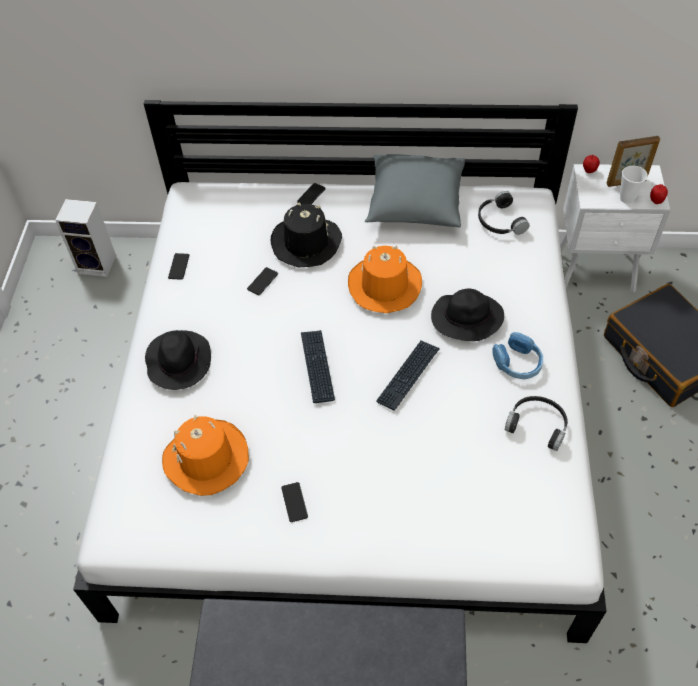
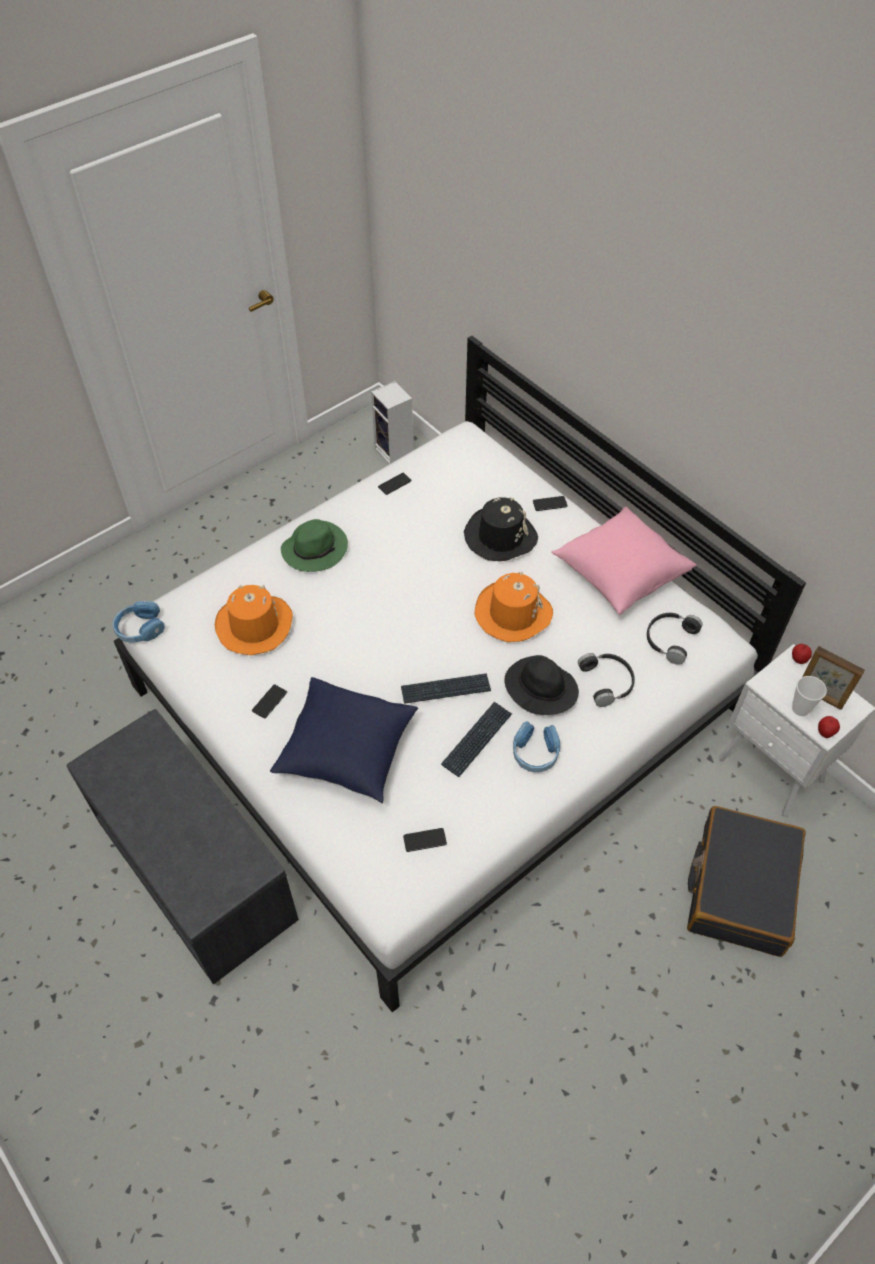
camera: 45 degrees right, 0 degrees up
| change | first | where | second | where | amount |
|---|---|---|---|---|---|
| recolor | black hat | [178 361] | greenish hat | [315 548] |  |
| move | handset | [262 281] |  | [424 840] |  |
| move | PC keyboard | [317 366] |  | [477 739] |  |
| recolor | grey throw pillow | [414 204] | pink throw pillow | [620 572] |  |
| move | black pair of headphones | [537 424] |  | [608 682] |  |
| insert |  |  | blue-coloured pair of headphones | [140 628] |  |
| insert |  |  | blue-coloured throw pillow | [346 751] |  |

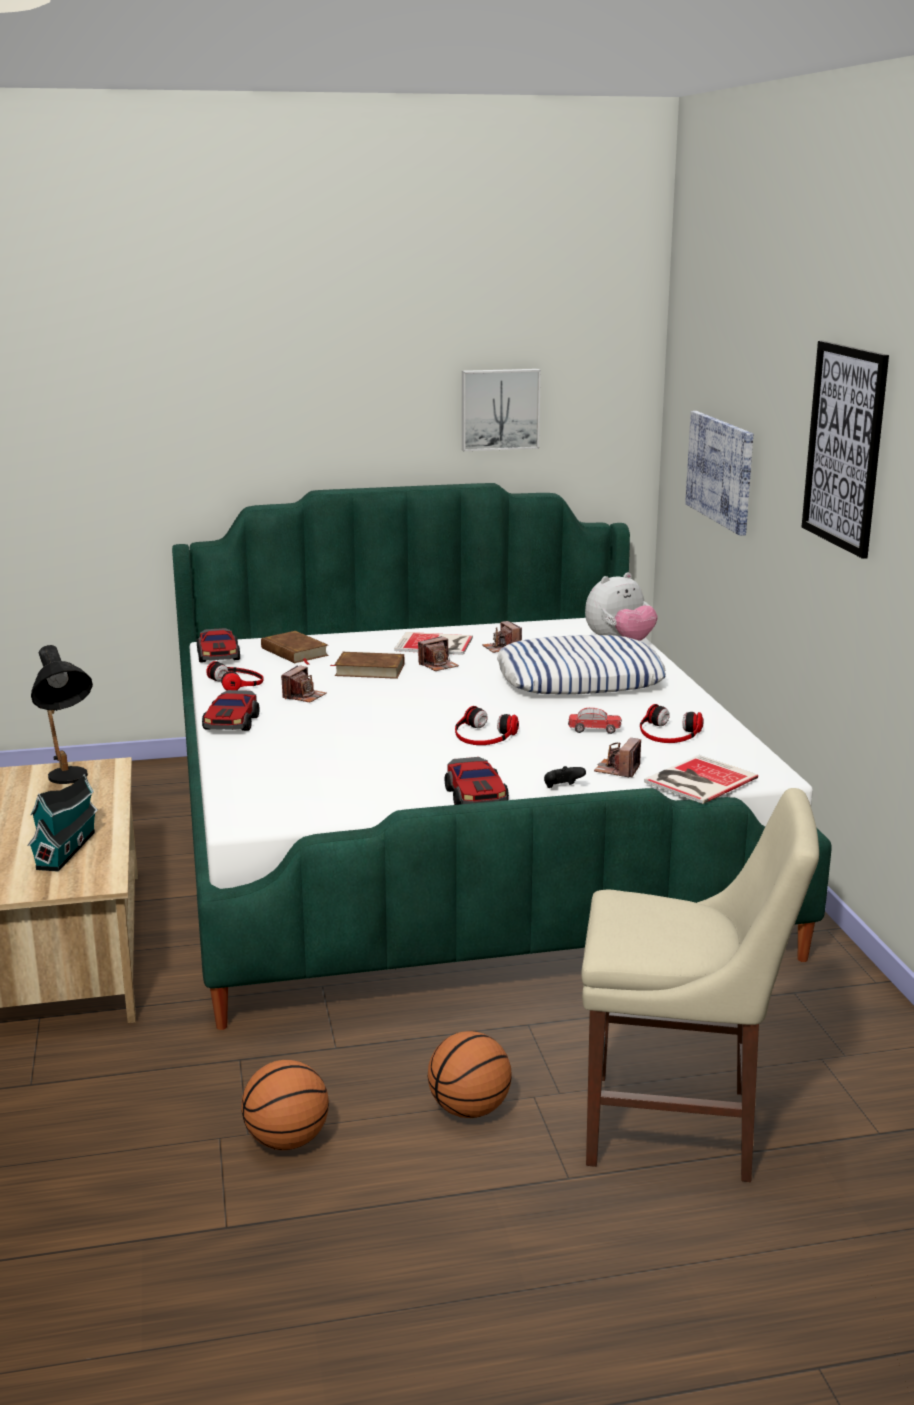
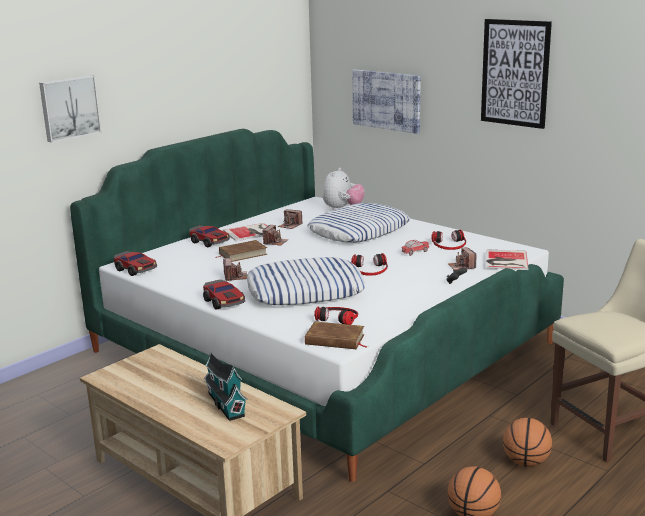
camera: 35 degrees left, 0 degrees up
| change | first | where | second | where | amount |
|---|---|---|---|---|---|
| delete | black table lamp | [69 782] |  |  |  |
| move | pair of headphones | [238 682] |  | [338 318] |  |
| move | brown-coloured volume | [294 652] |  | [335 340] |  |
| move | toy car | [476 796] |  | [209 241] |  |
| move | wall art | [499 409] |  | [69 108] |  |
| insert |  |  | throw pillow | [305 290] |  |

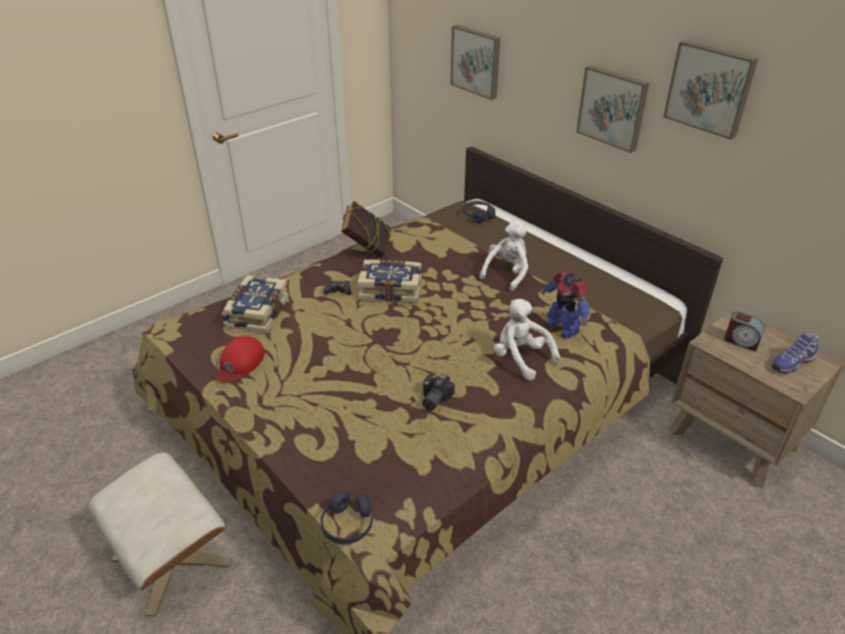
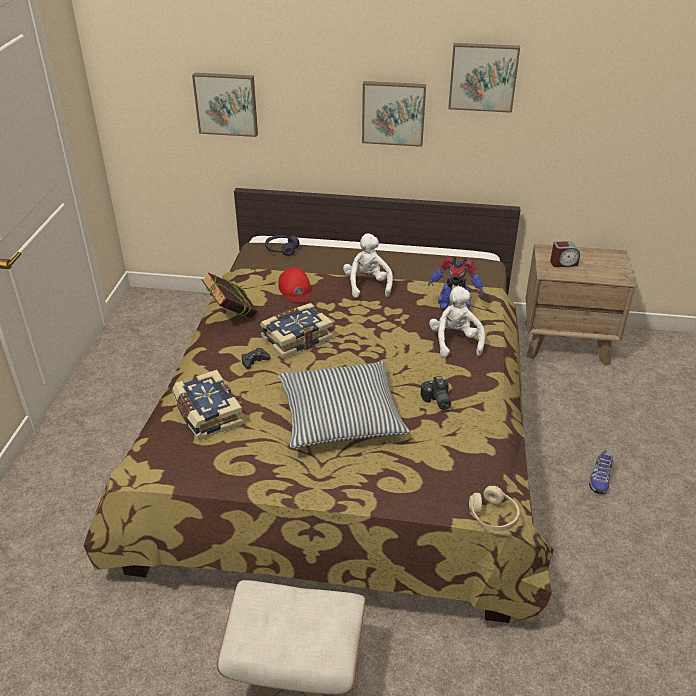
camera: 40 degrees left, 0 degrees up
| change | first | where | second | where | amount |
|---|---|---|---|---|---|
| move | red baseball cap | [239 363] |  | [295 290] |  |
| recolor | purple-coloured pair of headphones | [348 524] | beige-coloured pair of headphones | [493 516] |  |
| rotate | white-coloured plush toy | [521 358] |  | [455 341] | 75 degrees clockwise |
| move | low shoe | [791 362] |  | [599 478] |  |
| insert |  |  | throw pillow | [340 415] |  |

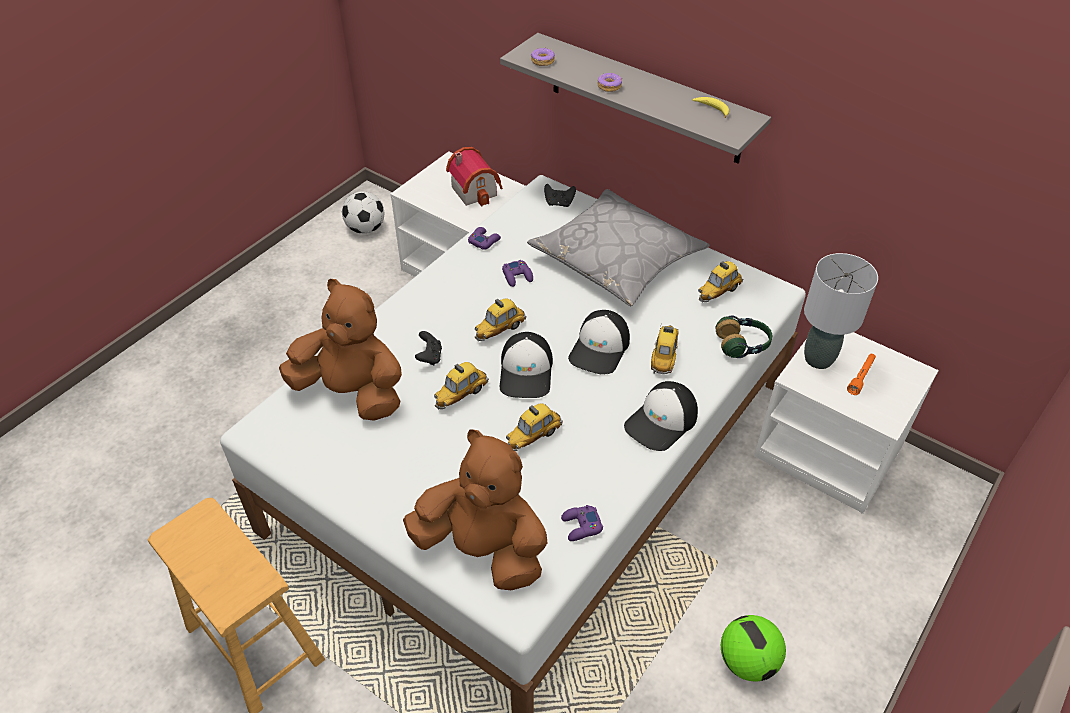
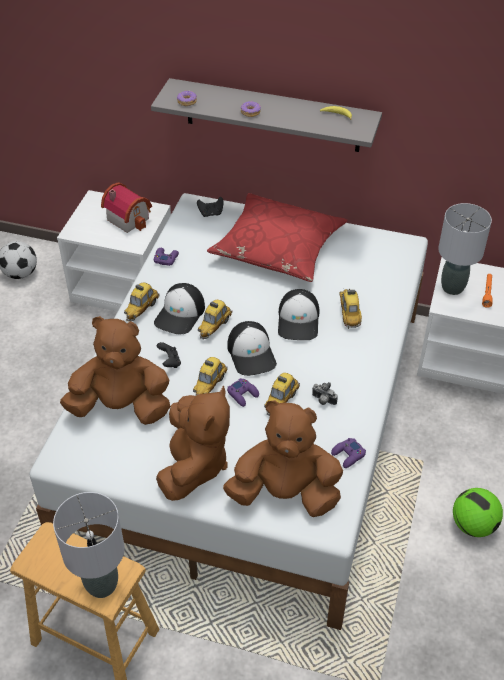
camera: 20 degrees left, 0 degrees up
| change | first | where | second | where | amount |
|---|---|---|---|---|---|
| move | purple-coloured game controller | [517 276] |  | [243 394] |  |
| recolor | grey throw pillow | [617 259] | red throw pillow | [278 247] |  |
| move | baseball cap | [662 421] |  | [180 314] |  |
| move | toy car | [718 292] |  | [142 309] |  |
| delete | pair of headphones | [742 345] |  |  |  |
| insert |  |  | grey table lamp | [101 584] |  |
| insert |  |  | brown-coloured plush toy | [194 465] |  |
| insert |  |  | still camera | [323 401] |  |

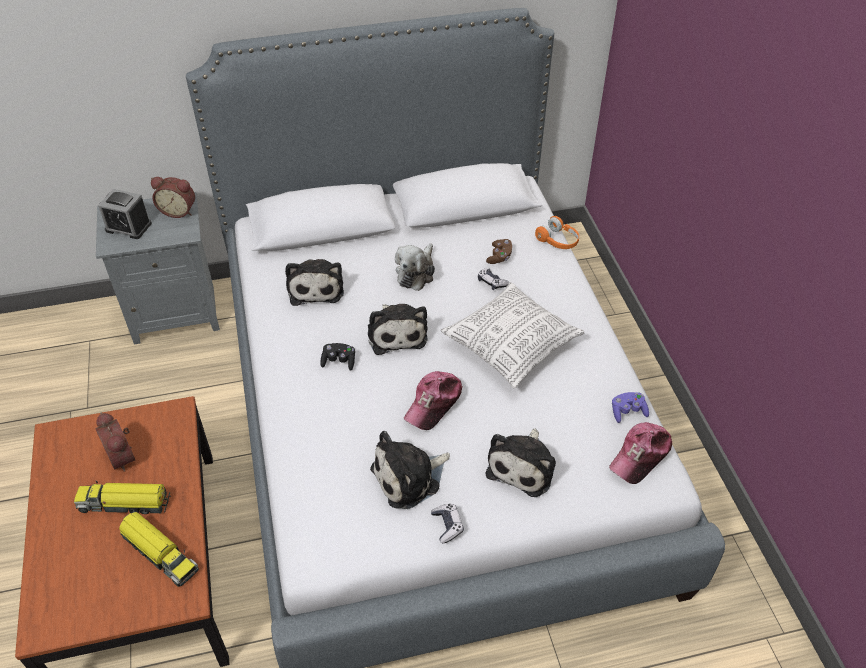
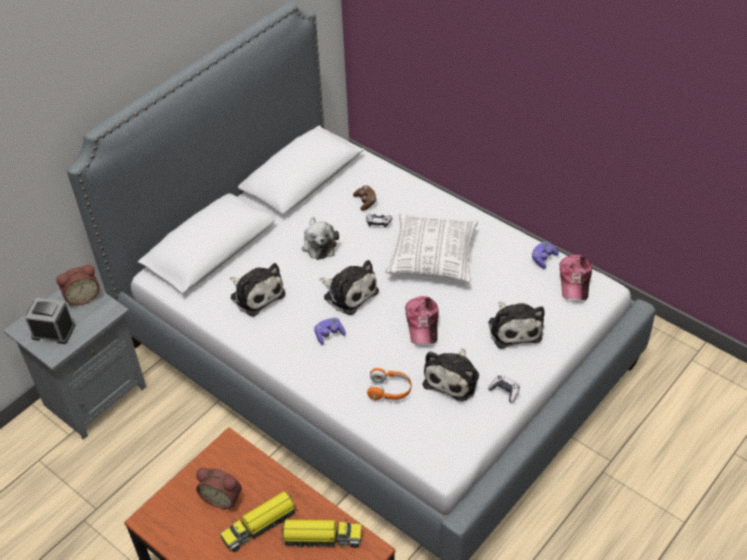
camera: 35 degrees left, 0 degrees up
| change | first | where | second | where | amount |
|---|---|---|---|---|---|
| rotate | alarm clock | [128 227] |  | [53 331] | 150 degrees counterclockwise |
| recolor | black game controller | [339 361] | purple-coloured game controller | [329 335] |  |
| move | orangey pair of headphones | [558 241] |  | [389 390] |  |

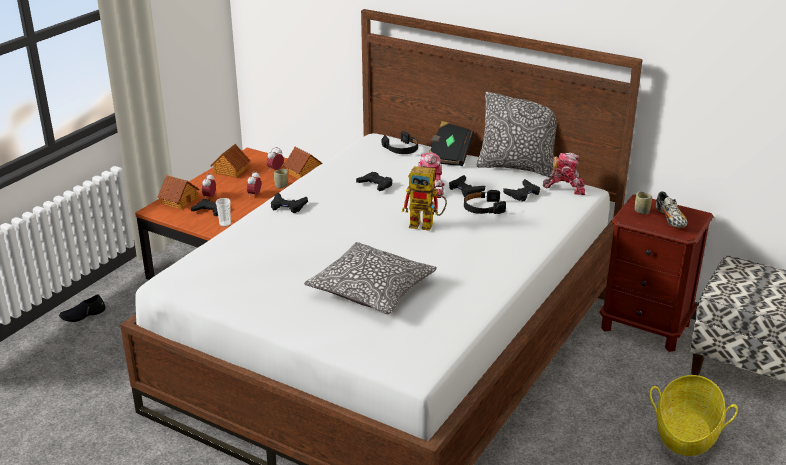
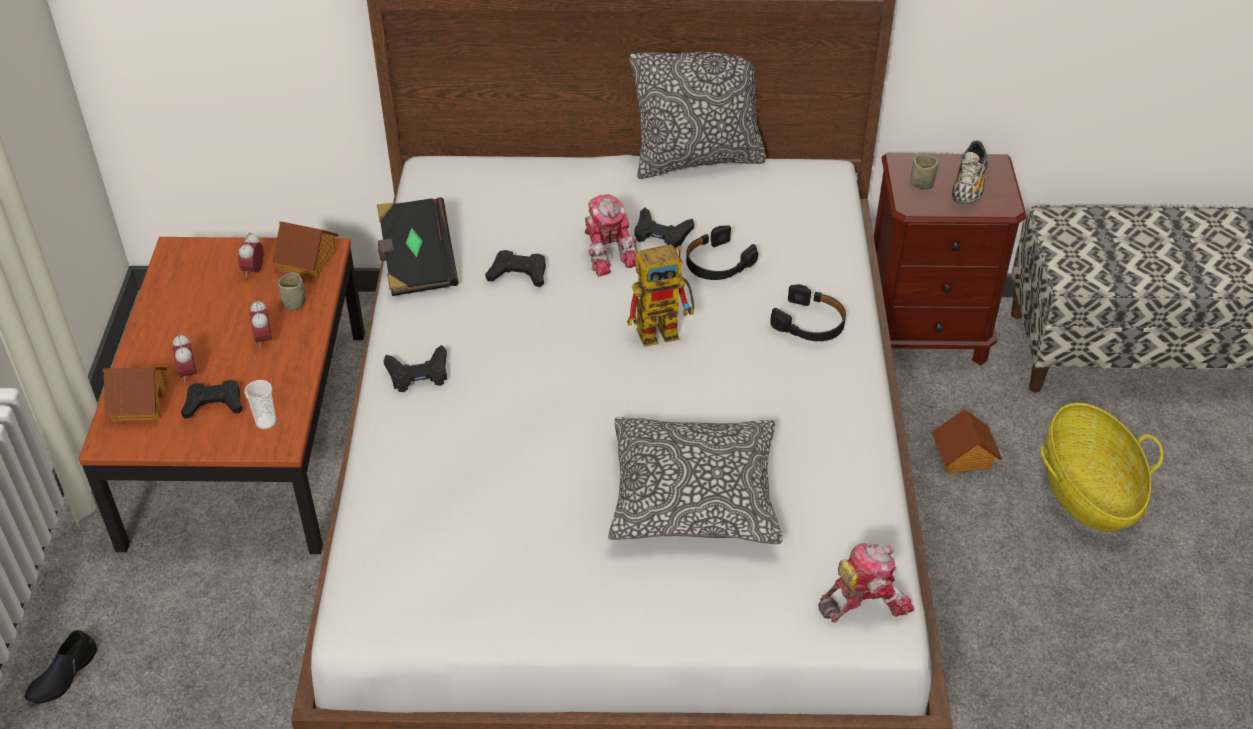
camera: 30 degrees left, 15 degrees up
| change | first | where | second | where | amount |
|---|---|---|---|---|---|
| move | model house | [230 171] |  | [963 456] |  |
| move | black pair of headphones | [401 149] |  | [810 323] |  |
| move | black volume | [450 154] |  | [417 263] |  |
| delete | black game controller | [522 194] |  |  |  |
| move | robot figure | [565 187] |  | [864 600] |  |
| rotate | low shoe | [670 220] |  | [968 187] | 60 degrees clockwise |

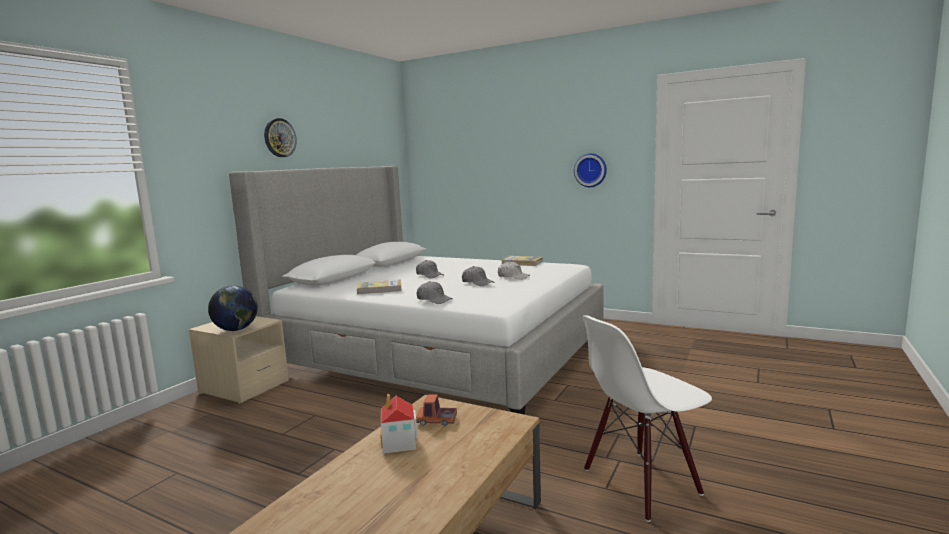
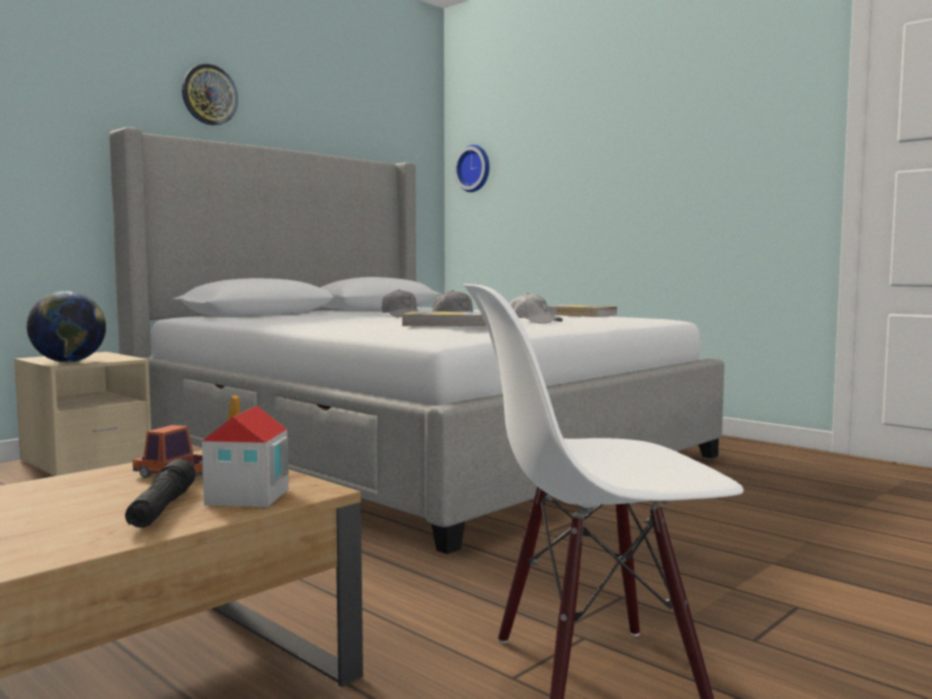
camera: 15 degrees right, 5 degrees down
| change | first | where | second | where | amount |
|---|---|---|---|---|---|
| move | volume | [379 289] |  | [447 324] |  |
| move | model house | [399 443] |  | [247 497] |  |
| delete | grey baseball cap | [434 300] |  |  |  |
| move | wall clock | [590 170] |  | [475 169] |  |
| insert |  |  | black torch | [162 509] |  |

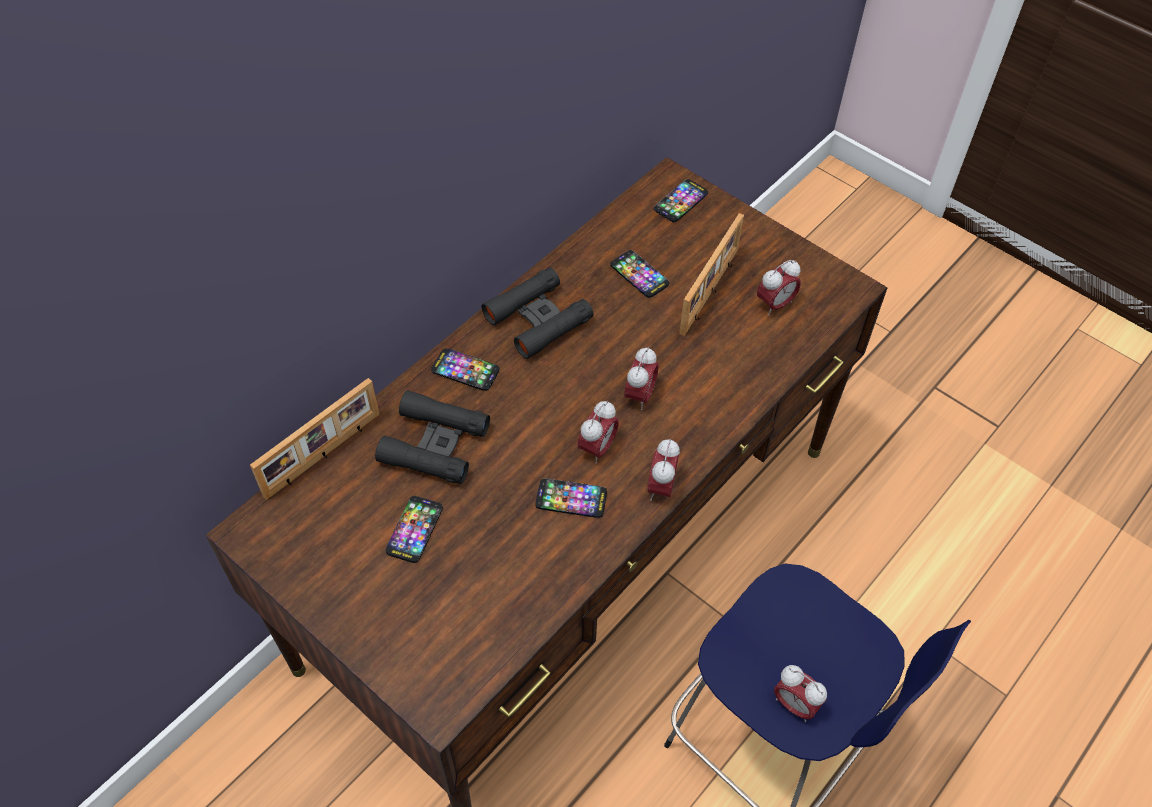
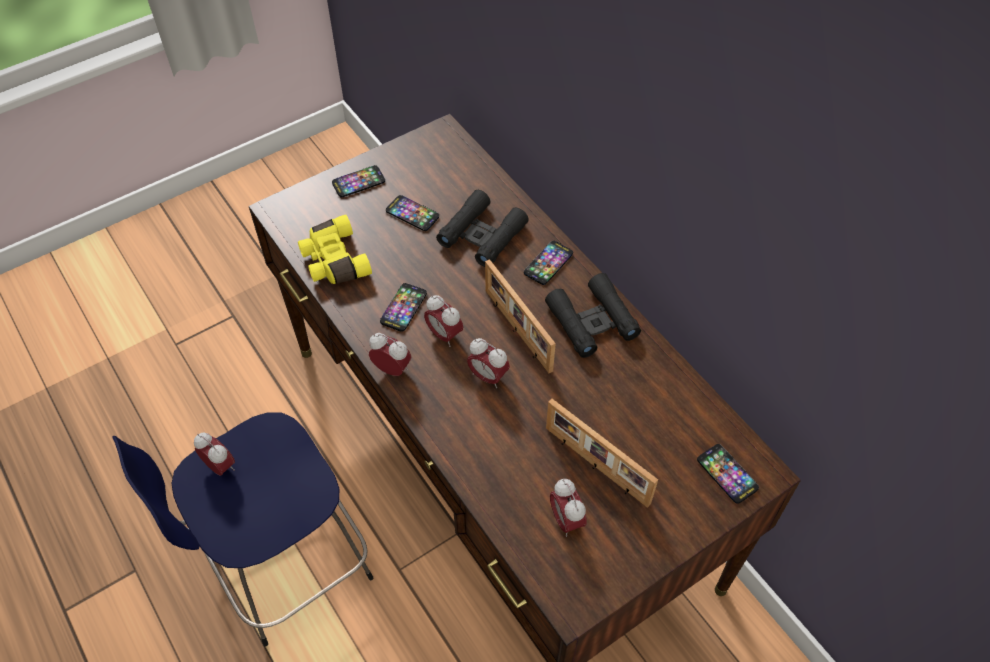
camera: 105 degrees right, 0 degrees up
| change | first | where | second | where | amount |
|---|---|---|---|---|---|
| move | picture frame | [324 455] |  | [516 330] |  |
| move | handset | [639 275] |  | [358 182] |  |
| rotate | alarm clock | [794 704] |  | [220 466] | 75 degrees clockwise |
| insert |  |  | yellow-coloured binoculars | [333 261] |  |

